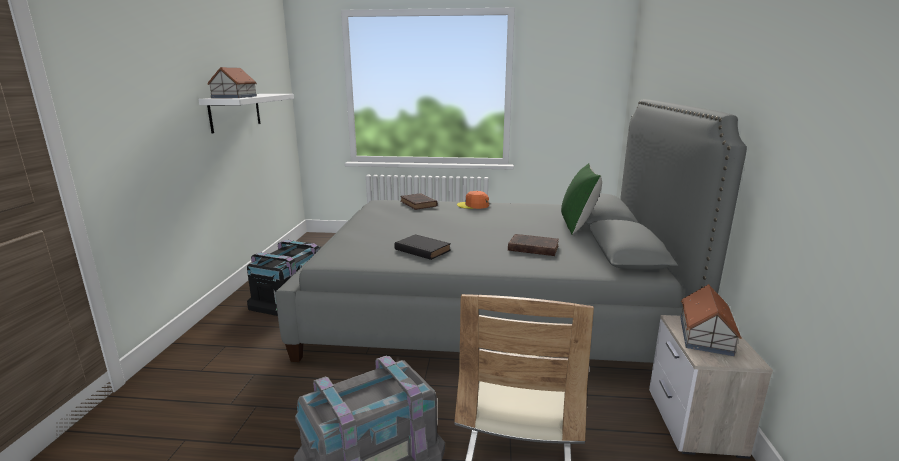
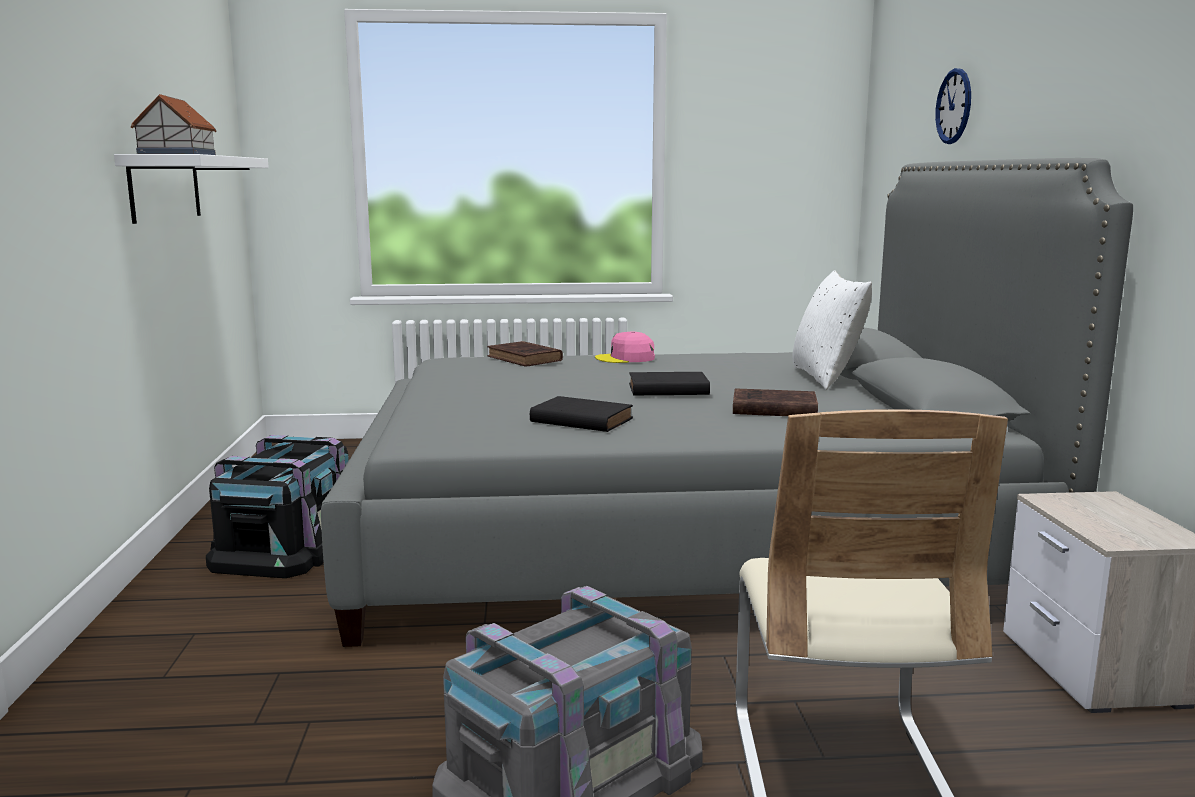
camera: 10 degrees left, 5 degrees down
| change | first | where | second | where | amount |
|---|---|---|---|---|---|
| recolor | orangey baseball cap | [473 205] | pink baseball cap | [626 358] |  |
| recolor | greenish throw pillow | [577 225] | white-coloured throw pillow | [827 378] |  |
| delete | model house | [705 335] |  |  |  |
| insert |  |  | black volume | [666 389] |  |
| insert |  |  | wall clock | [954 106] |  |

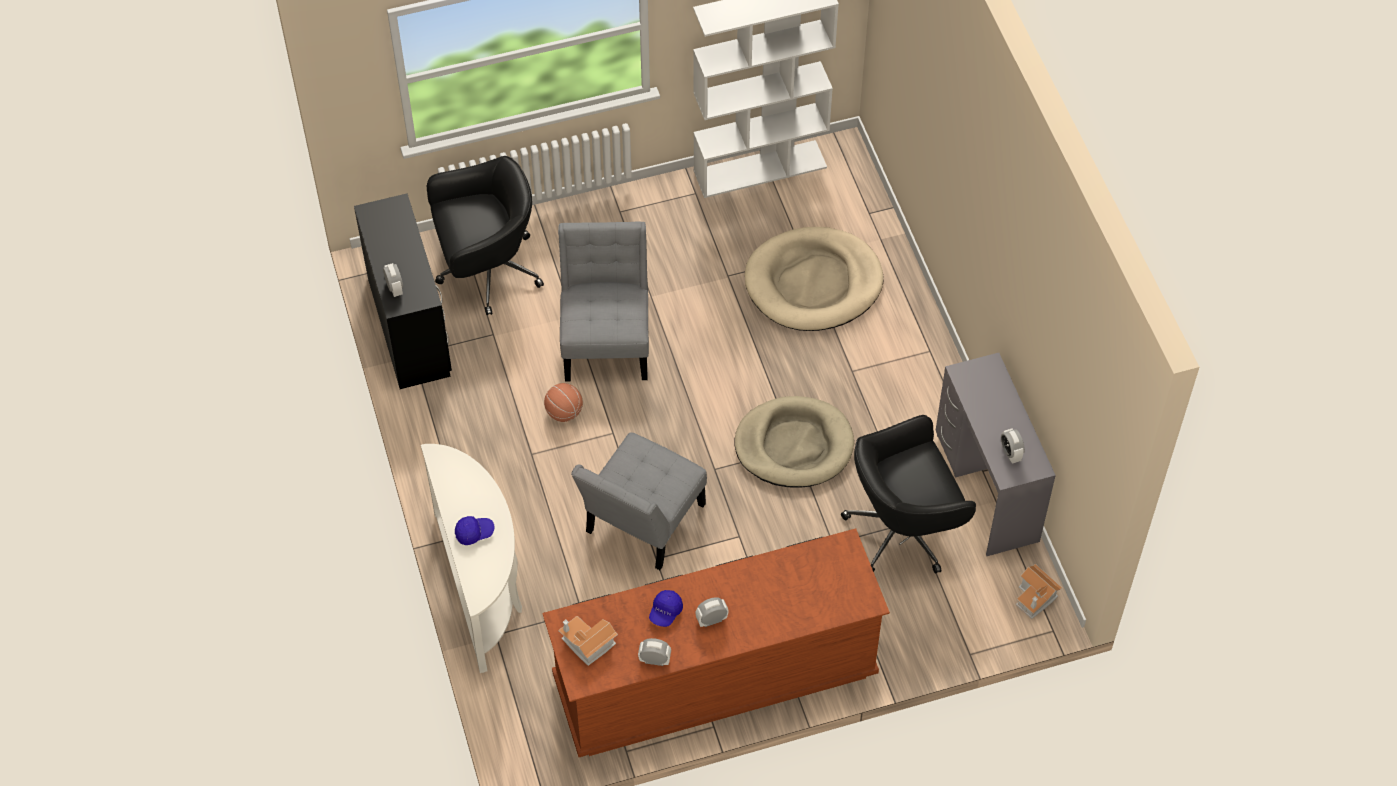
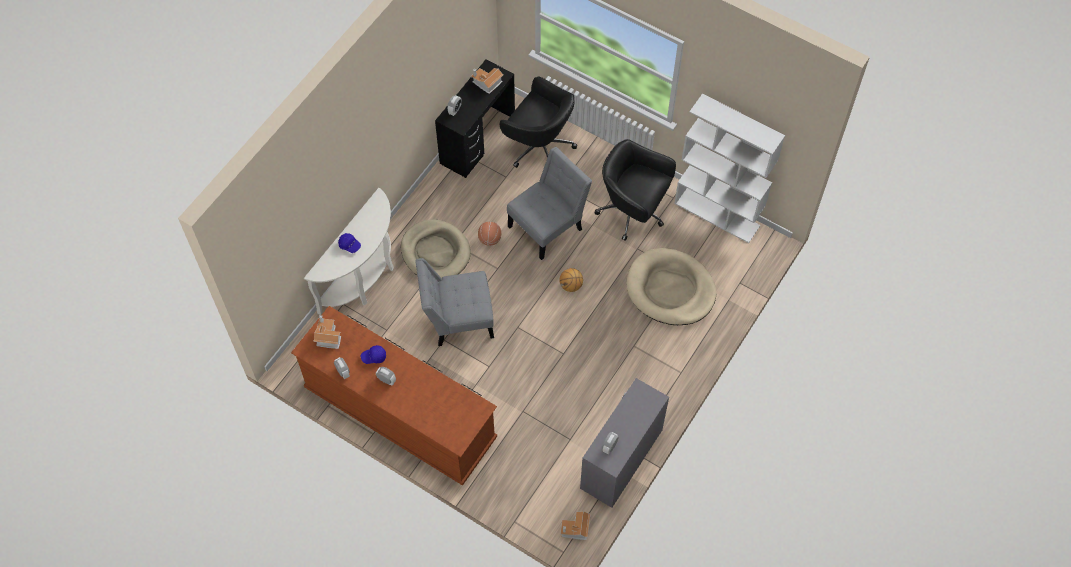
camera: 50 degrees right, 5 degrees up
| change | first | where | second | where | amount |
|---|---|---|---|---|---|
| move | beige-coloured dog cushion | [794 445] |  | [435 252] |  |
| move | black computer chair | [903 530] |  | [633 211] |  |
| insert |  |  | model house | [486 83] |  |
| insert |  |  | basketball | [571 285] |  |

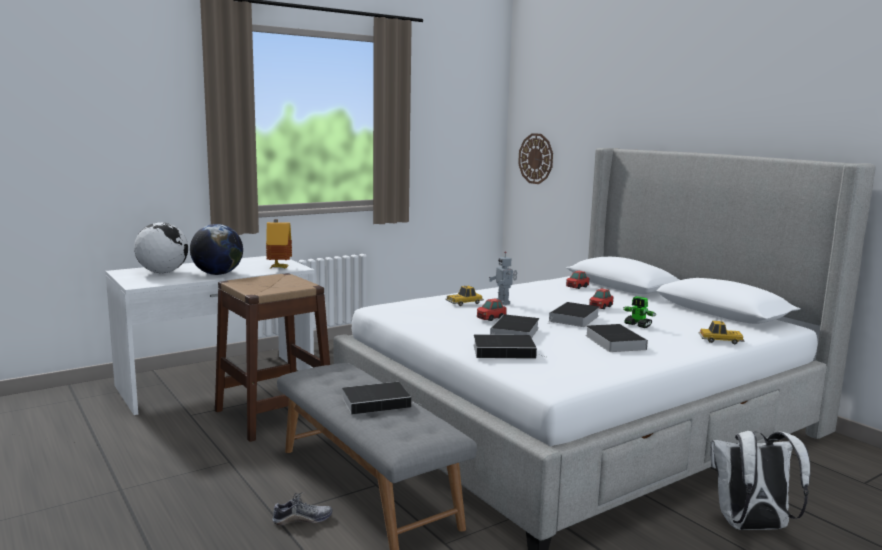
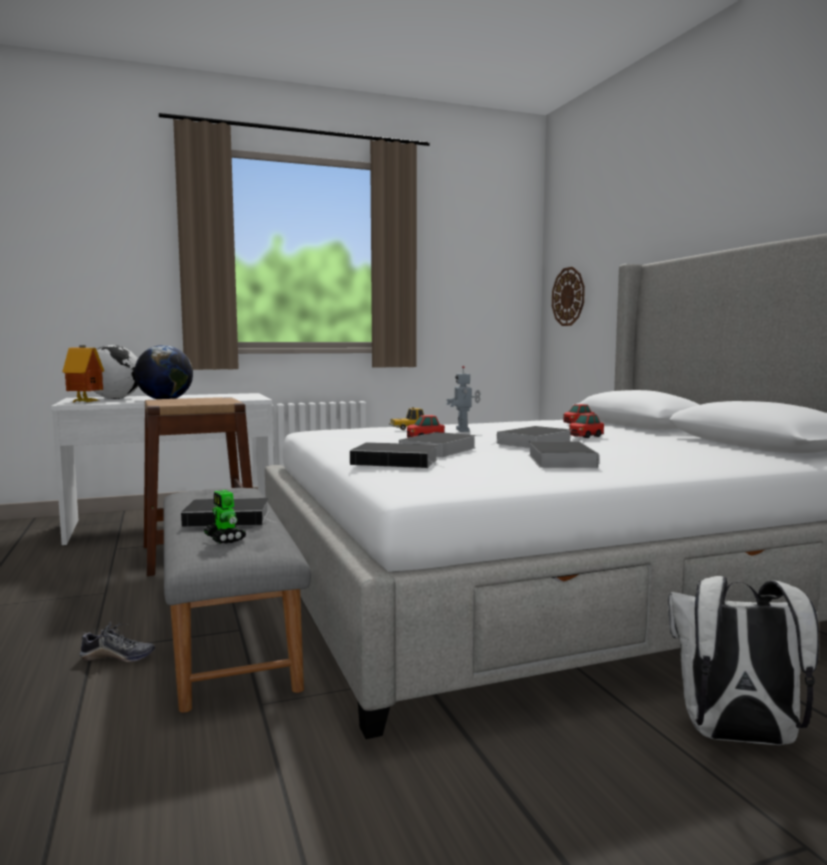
camera: 15 degrees right, 5 degrees down
| change | first | where | second | where | amount |
|---|---|---|---|---|---|
| move | model house | [279 268] |  | [86 402] |  |
| move | robot figure | [638 325] |  | [225 539] |  |
| delete | toy car | [720 340] |  |  |  |

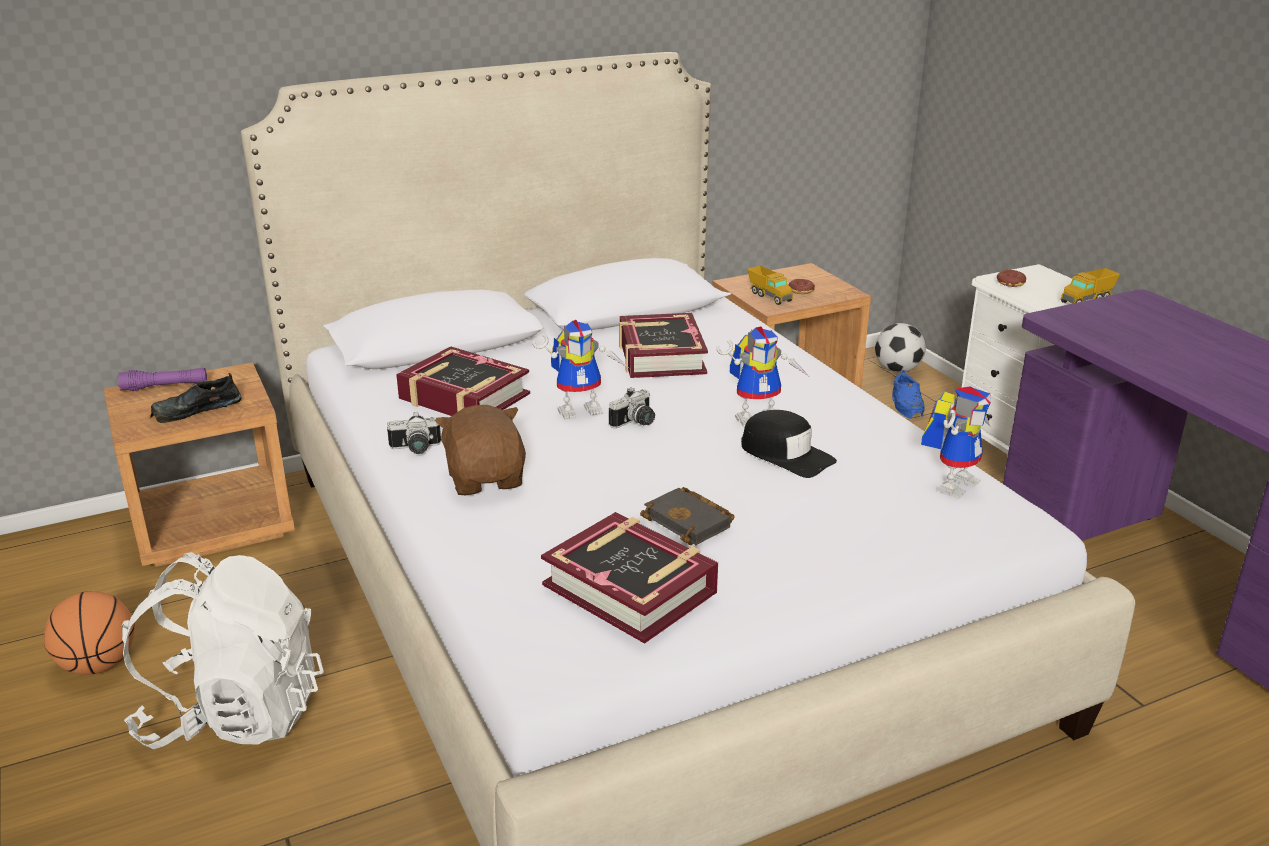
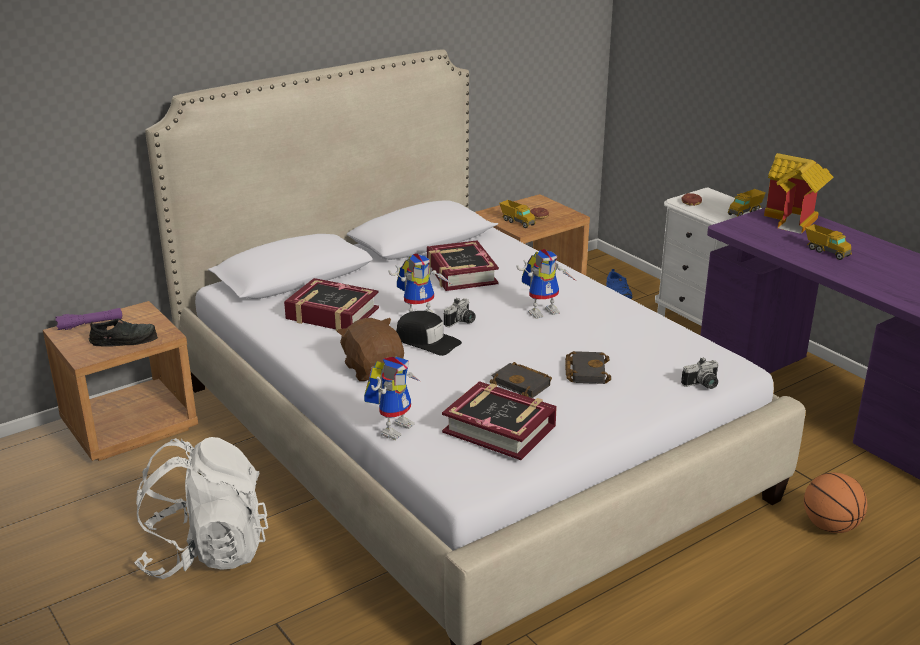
camera: 10 degrees left, 0 degrees up
| change | first | where | second | where | amount |
|---|---|---|---|---|---|
| move | basketball | [98 665] |  | [830 526] |  |
| rotate | black low shoe | [196 409] |  | [124 339] | 150 degrees counterclockwise |
| move | still camera | [415 449] |  | [703 385] |  |
| move | black baseball cap | [786 454] |  | [427 341] |  |
| delete | football | [897 370] |  |  |  |
| move | robot figure | [953 482] |  | [394 426] |  |
| insert |  |  | black volume | [585 371] |  |
| insert |  |  | model house | [794 221] |  |
| insert |  |  | model truck | [826 252] |  |

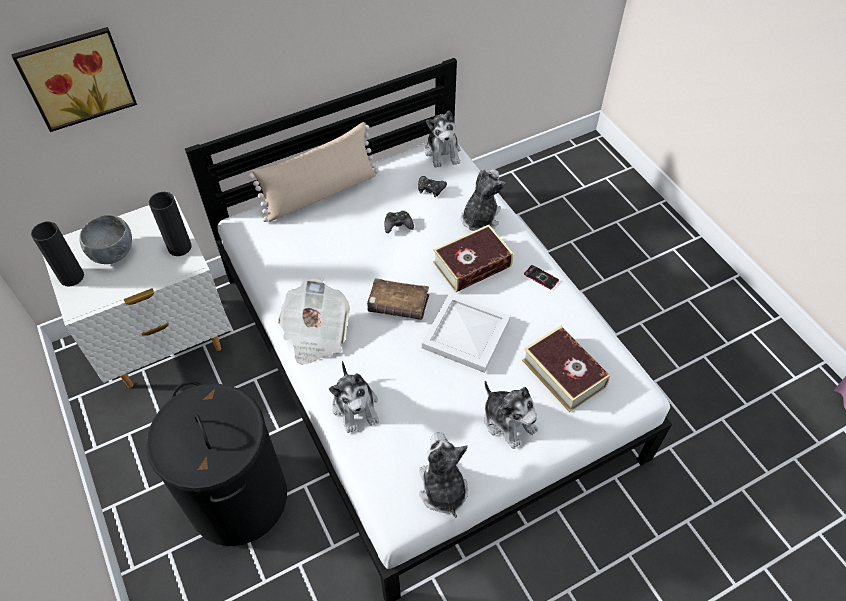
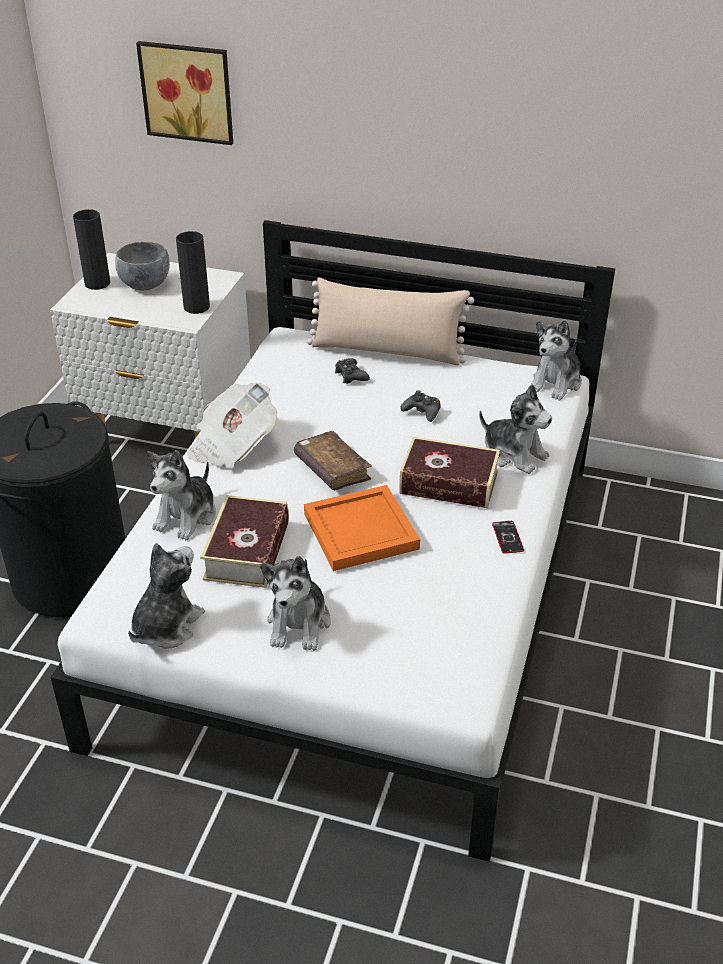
camera: 45 degrees right, 15 degrees down
| change | first | where | second | where | amount |
|---|---|---|---|---|---|
| move | black game controller | [431 189] |  | [351 375] |  |
| recolor | white-coloured tray | [464 335] | orangey tray | [359 530] |  |
| rotate | plush toy | [480 219] |  | [514 454] | 60 degrees clockwise |
| move | volume | [563 373] |  | [247 551] |  |

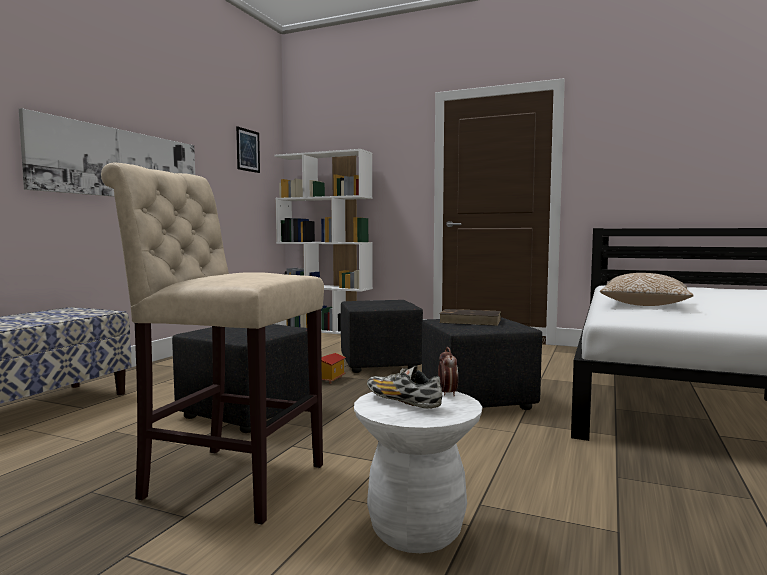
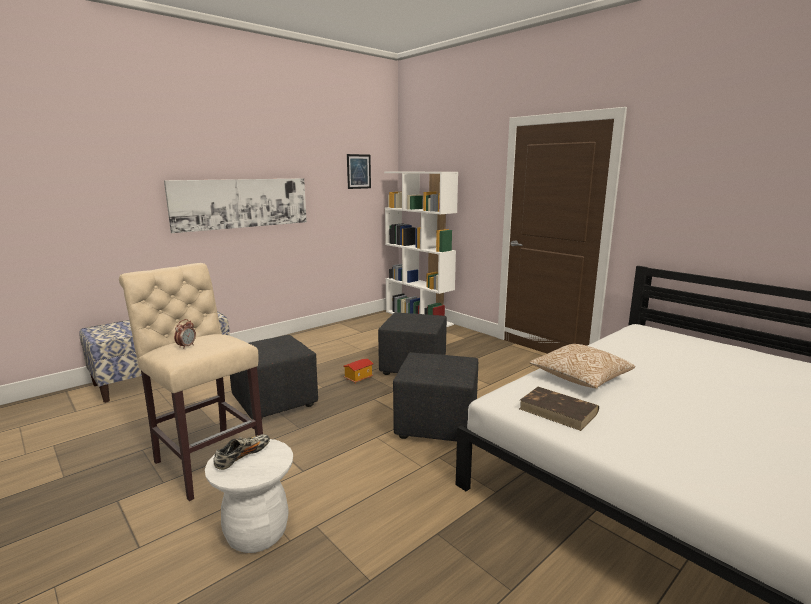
camera: 25 degrees right, 10 degrees up
| change | first | where | second | where | amount |
|---|---|---|---|---|---|
| rotate | low shoe | [402 402] |  | [243 457] | 60 degrees clockwise |
| move | alarm clock | [447 393] |  | [186 346] |  |
| move | brown-coloured volume | [471 321] |  | [559 411] |  |

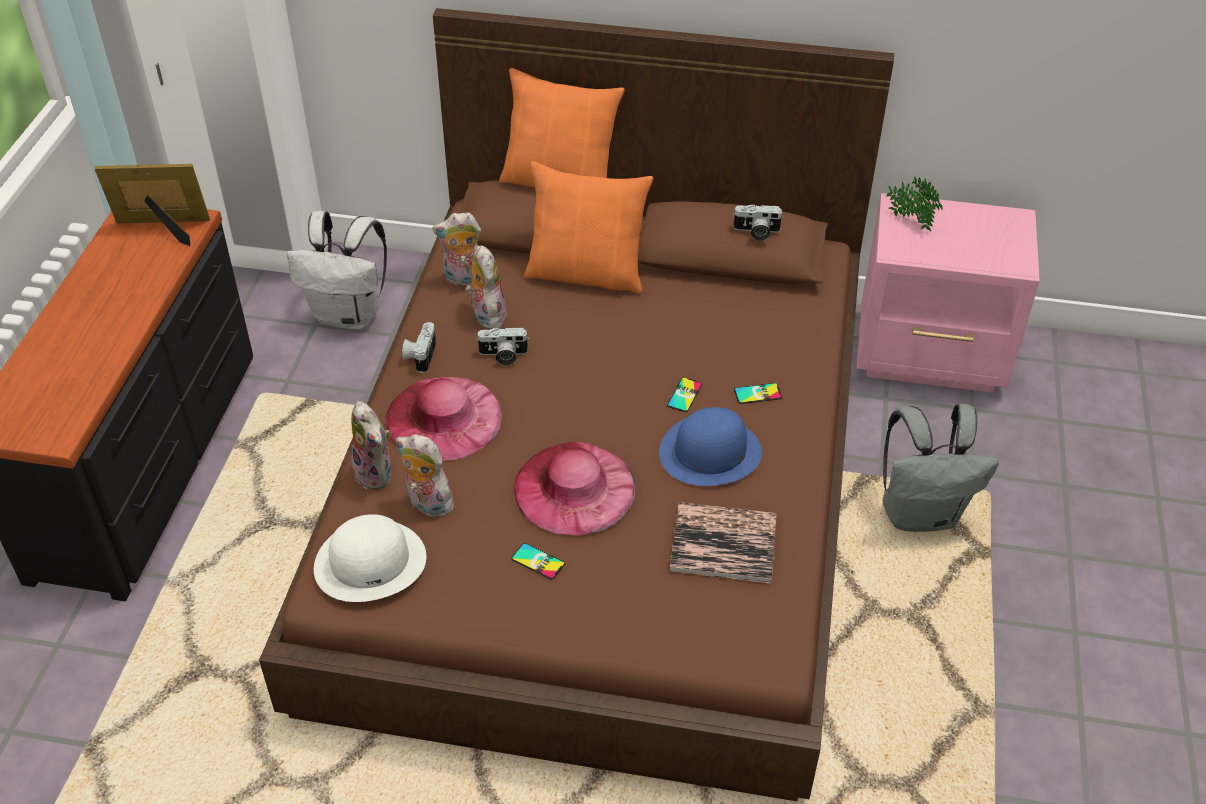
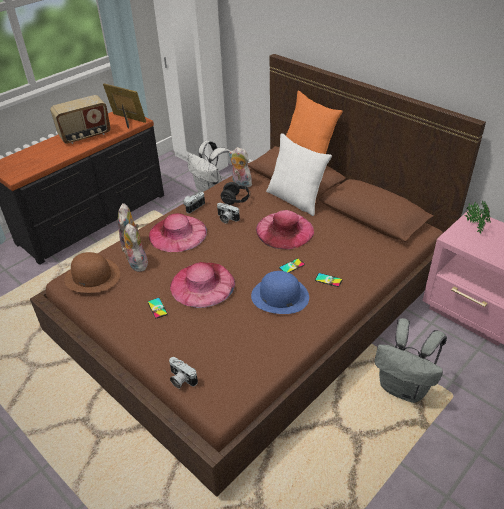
camera: 35 degrees right, 5 degrees down
| change | first | where | second | where | amount |
|---|---|---|---|---|---|
| recolor | white-coloured hat | [370 561] | brown-coloured hat | [92 276] |  |
| replace | plush toy | [486 315] | black pair of headphones | [236 200] |  |
| recolor | orangey throw pillow | [587 273] | white-coloured throw pillow | [296 199] |  |
| delete | volume | [723 543] |  |  |  |
| move | still camera | [756 232] |  | [181 379] |  |
| insert |  |  | radio set | [85 135] |  |
| insert |  |  | pink hat | [284 230] |  |

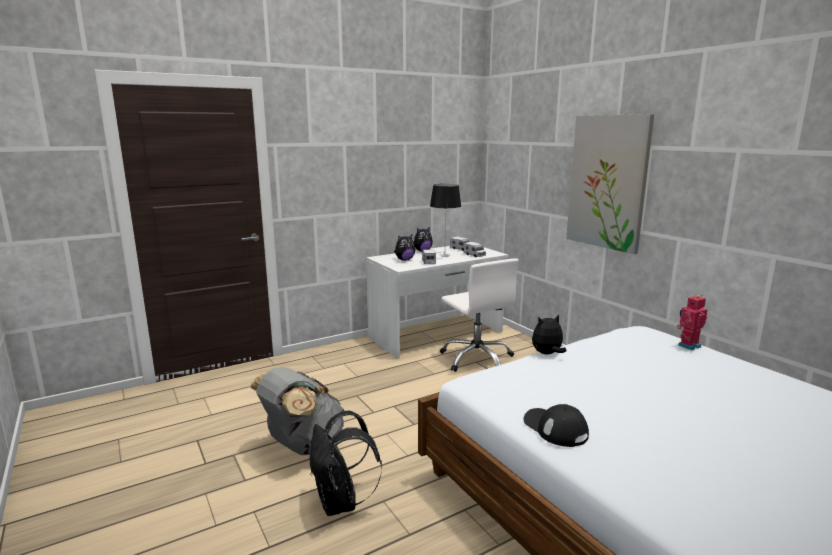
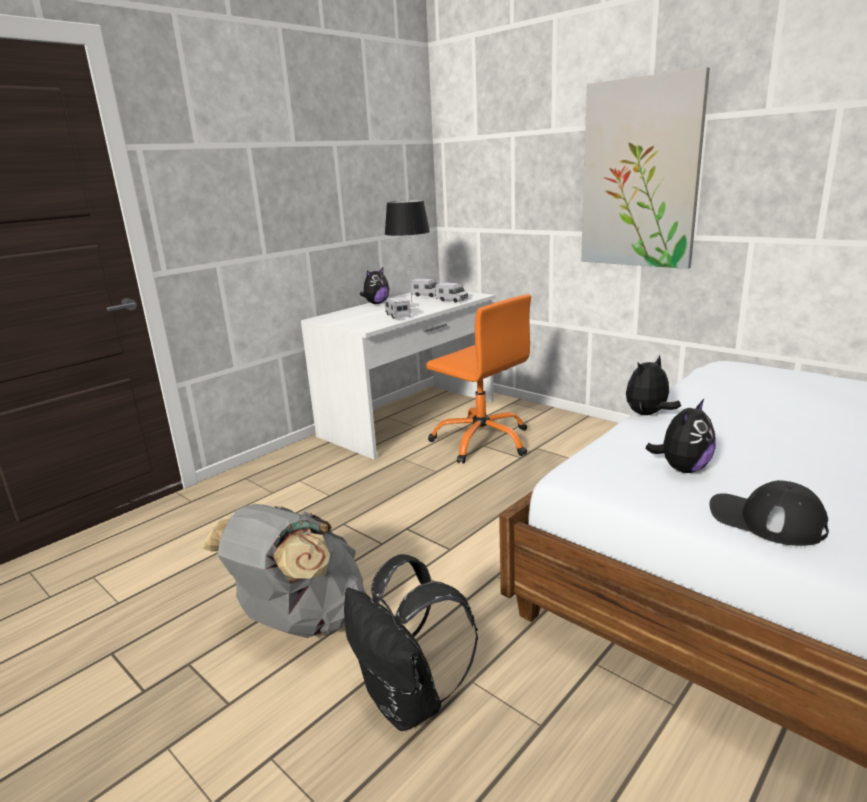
camera: 15 degrees left, 5 degrees up
| change | first | where | second | where | amount |
|---|---|---|---|---|---|
| move | plush toy | [404 260] |  | [682 469] |  |
| recolor | white-coloured computer chair | [477 358] | orangey computer chair | [482 441] |  |
| delete | robot figure | [688 345] |  |  |  |

